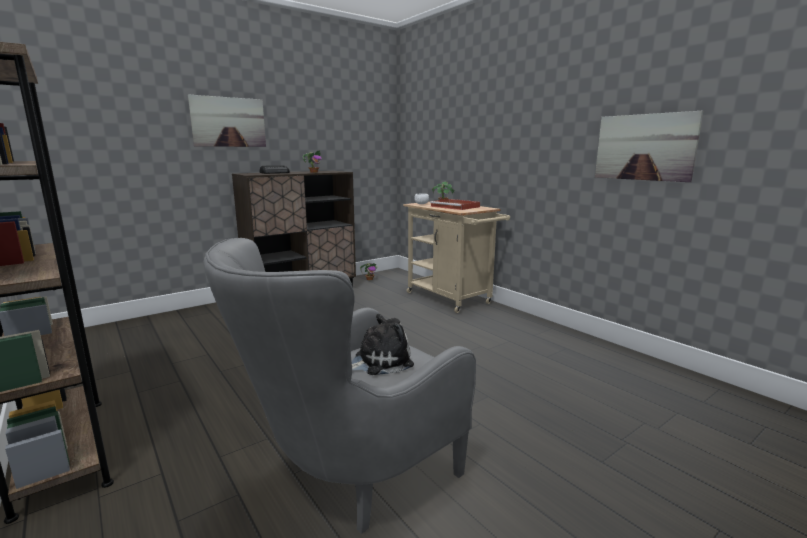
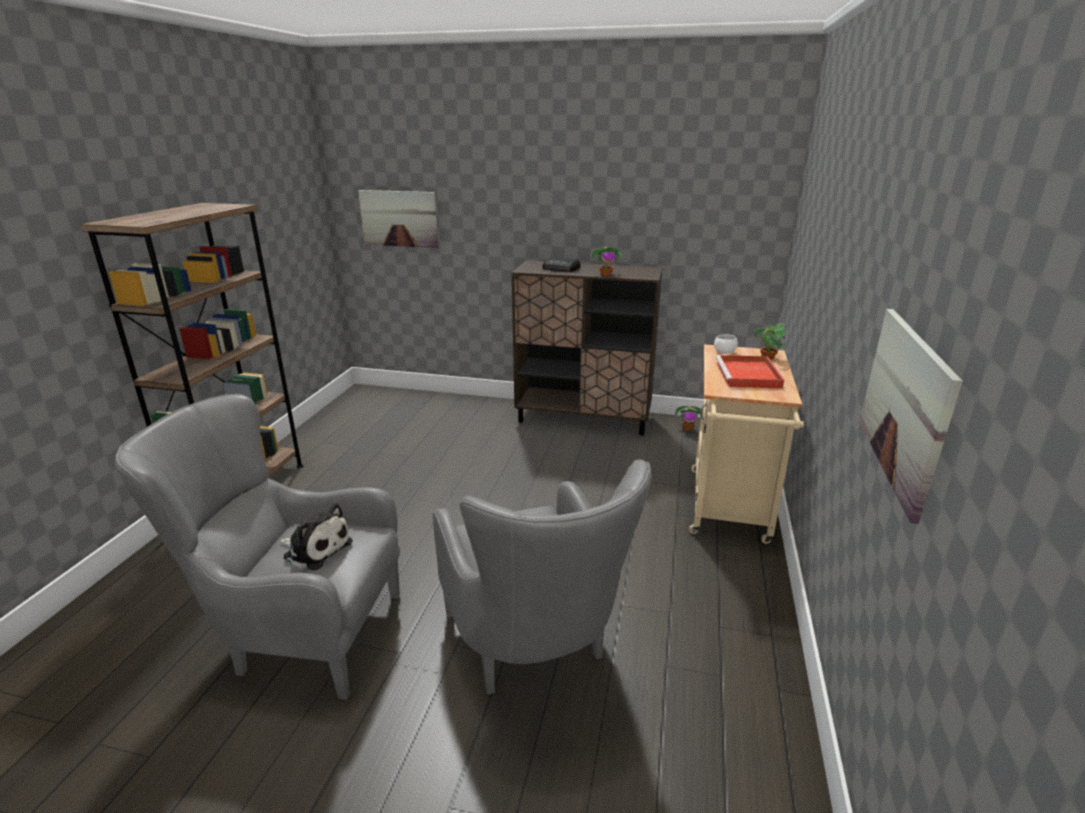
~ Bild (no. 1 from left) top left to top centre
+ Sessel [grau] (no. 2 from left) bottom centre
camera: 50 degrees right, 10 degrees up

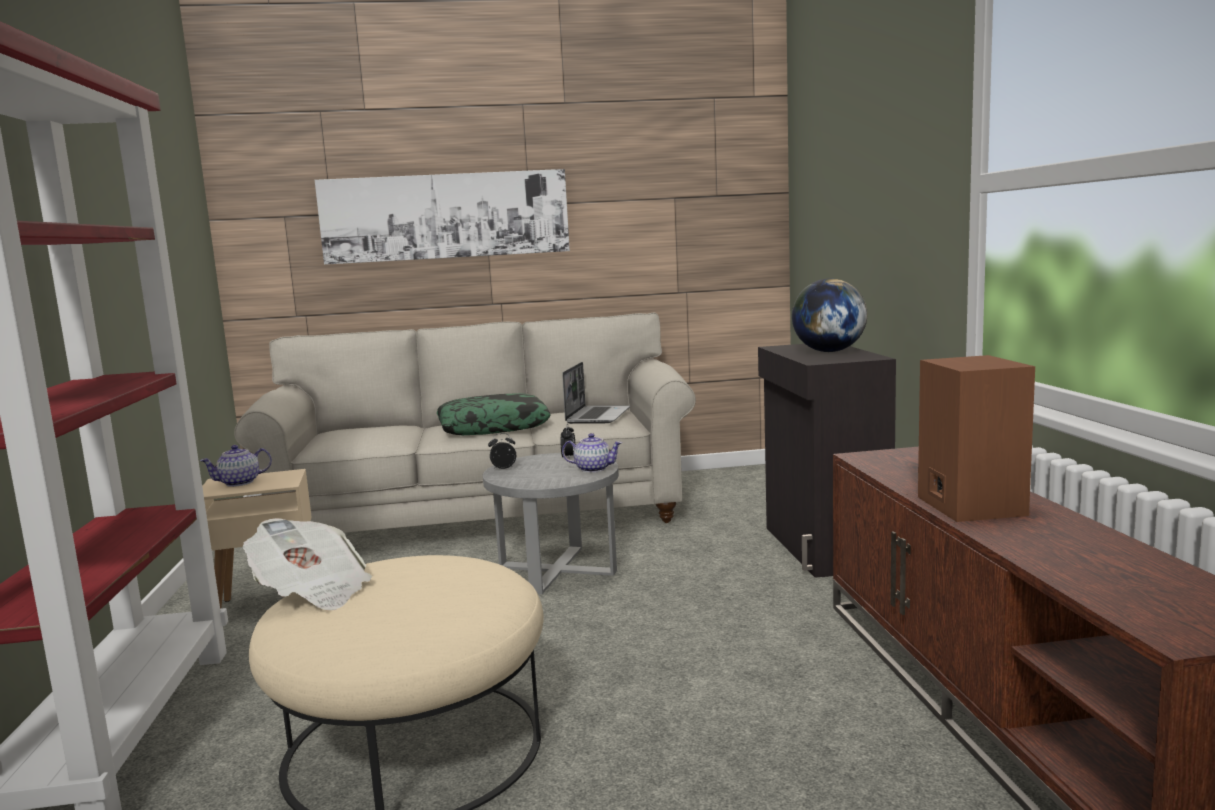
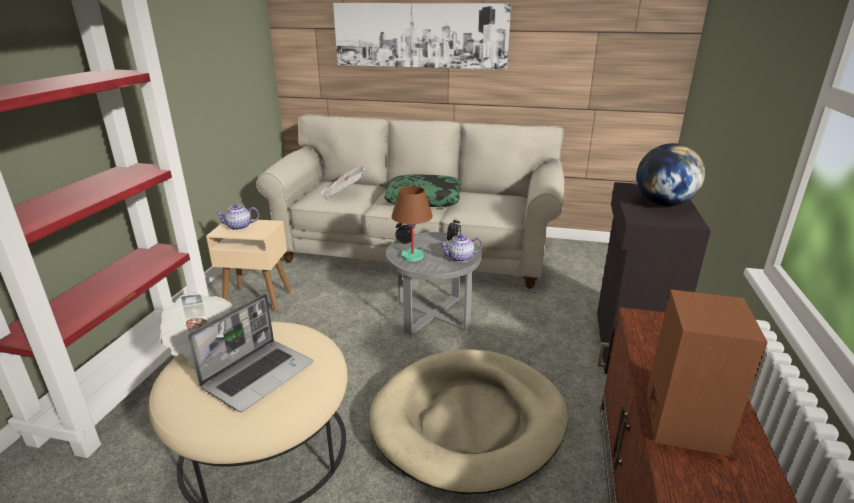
~ Laptop centre to bottom left
+ Zeitung (no. 2 from left) centre
+ Hundebett [beige] bottom centre
+ Tischlampe [braun] centre
~ Teekanne (no. 2 from left) centre = centre 135 degrees clockwise
camera: 20 degrees right, 15 degrees up

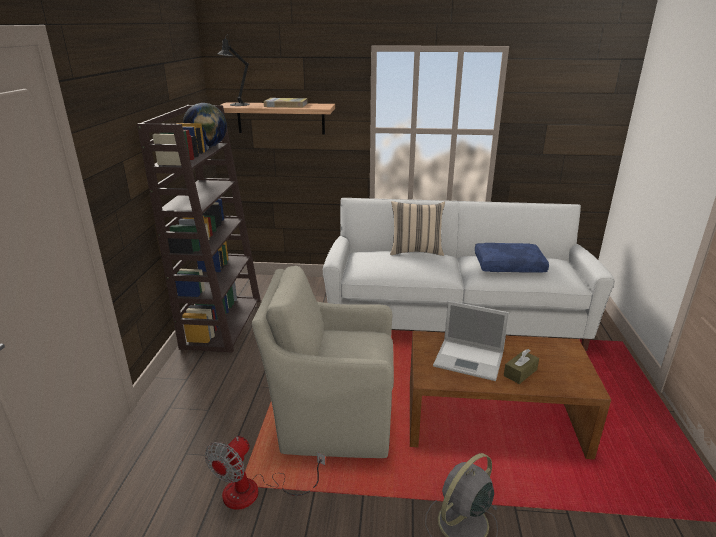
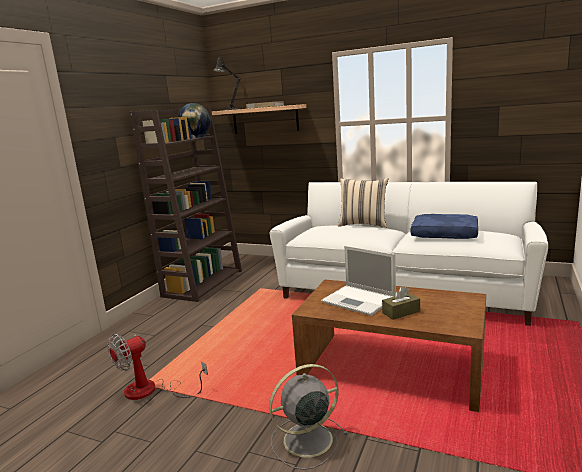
- Sessel [beige] bottom centre
camera: 20 degrees right, 10 degrees down

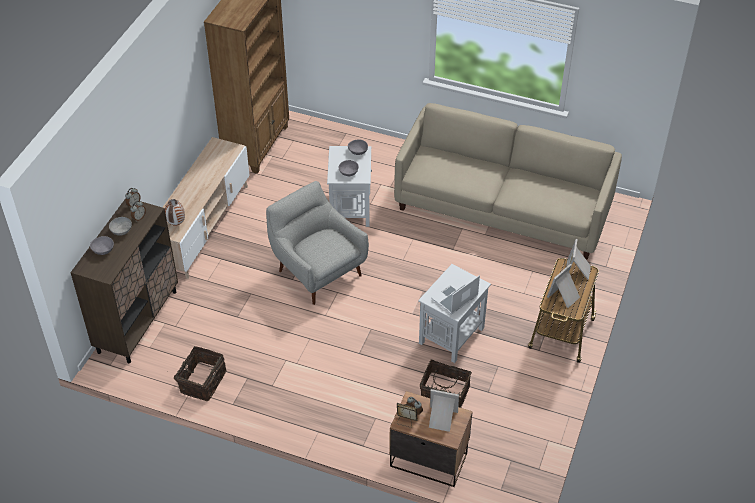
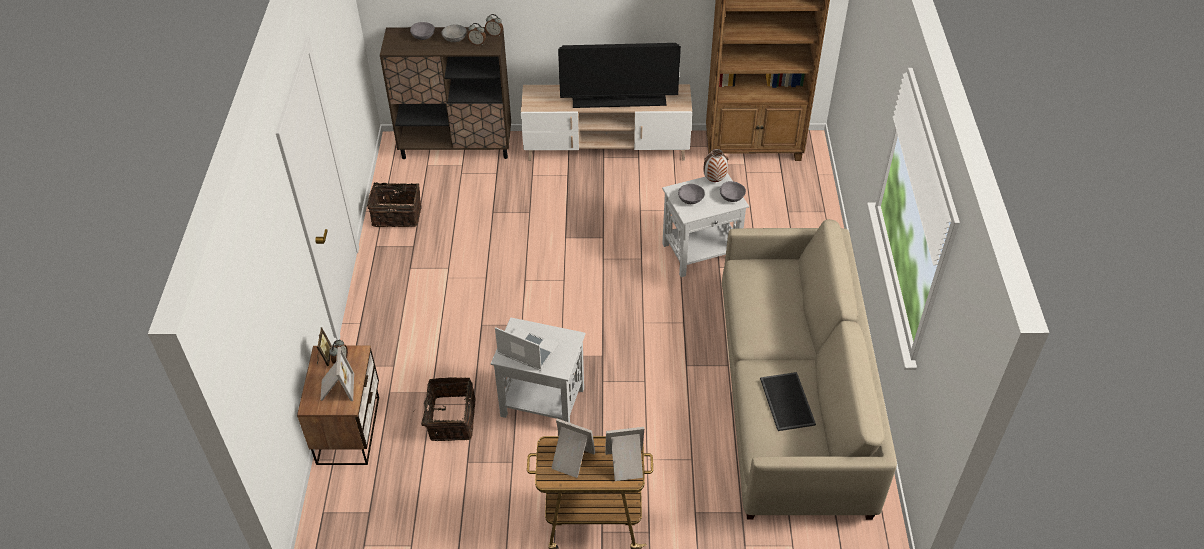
+ Fernseher top centre
~ Vase middle left to top centre
+ Tablett bottom centre
- Sessel [grau] centre
camera: 70 degrees right, 0 degrees up

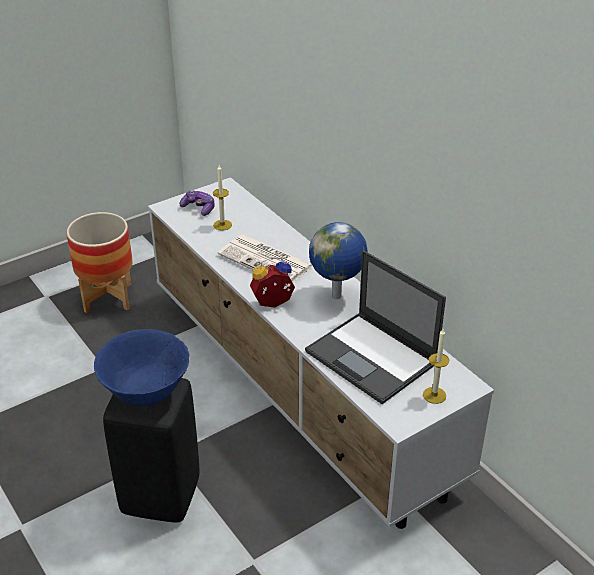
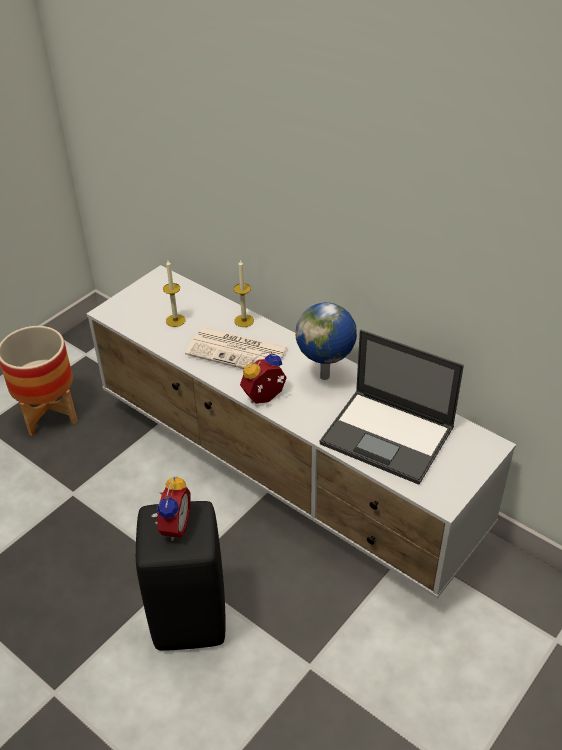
~ Schüssel [blau] middle left to Wecker (no. 1 from left) bottom left
~ Kerze (no. 2 from left) middle right to centre
- Gamepad middle left
camera: 15 degrees left, 5 degrees up

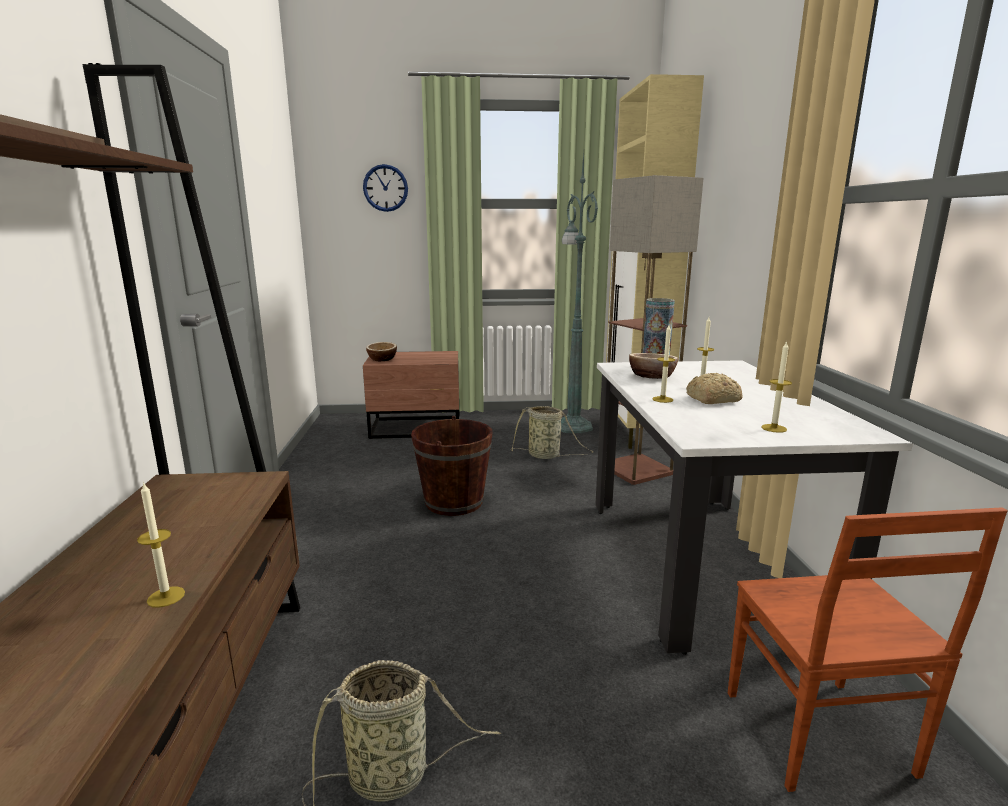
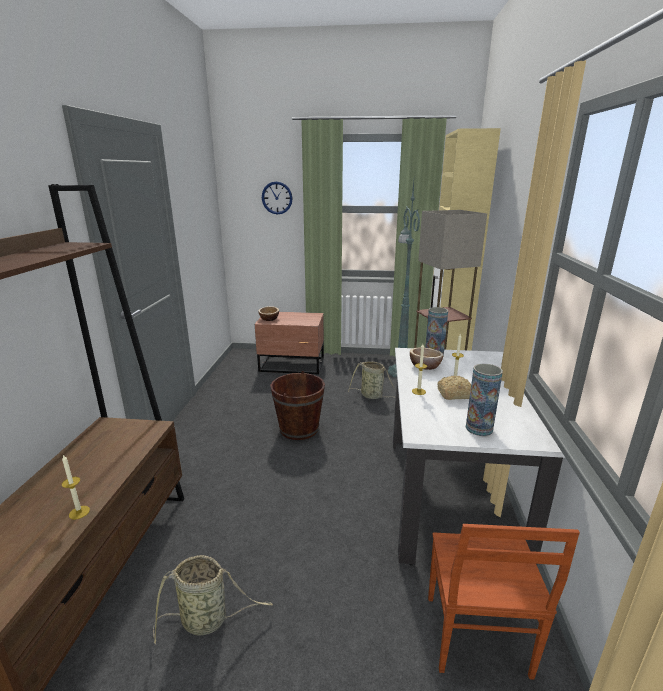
~ Kerze (no. 4 from left) middle right to Vase (no. 2 from left) middle right
camera: 10 degrees right, 5 degrees up

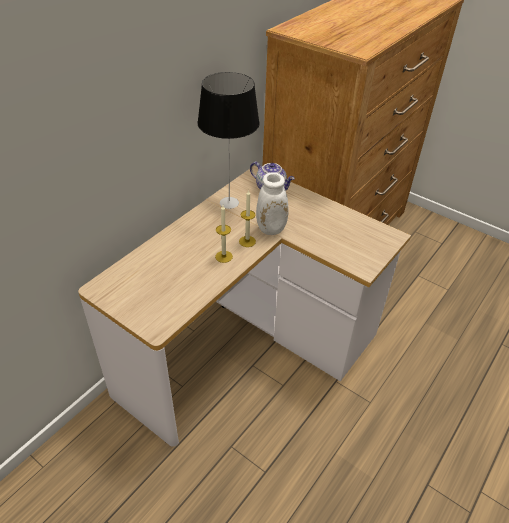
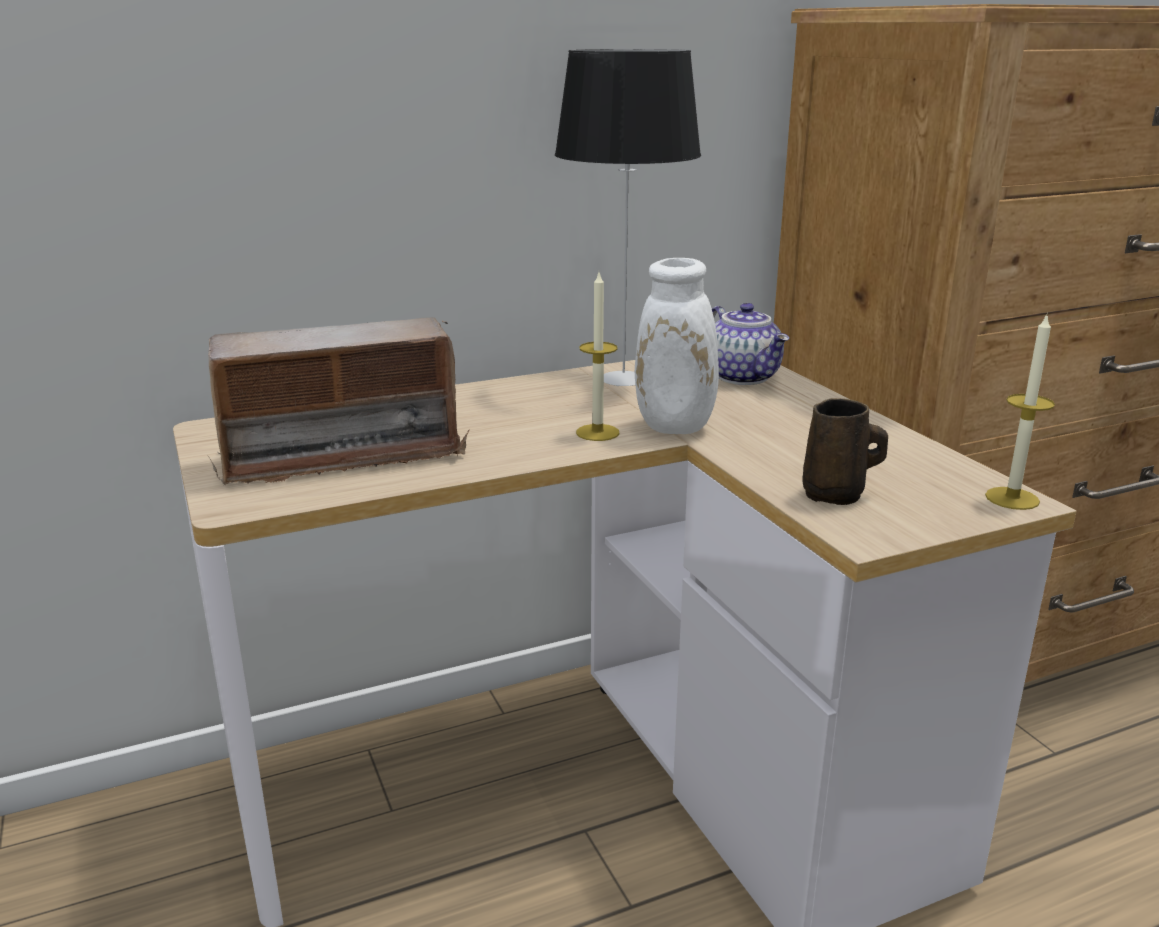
+ Radio middle left
+ Henkelbecher [braun] middle right
~ Kerze (no. 1 from left in the first image) centre to Kerze (no. 2 from left) middle right
camera: 30 degrees right, 20 degrees down

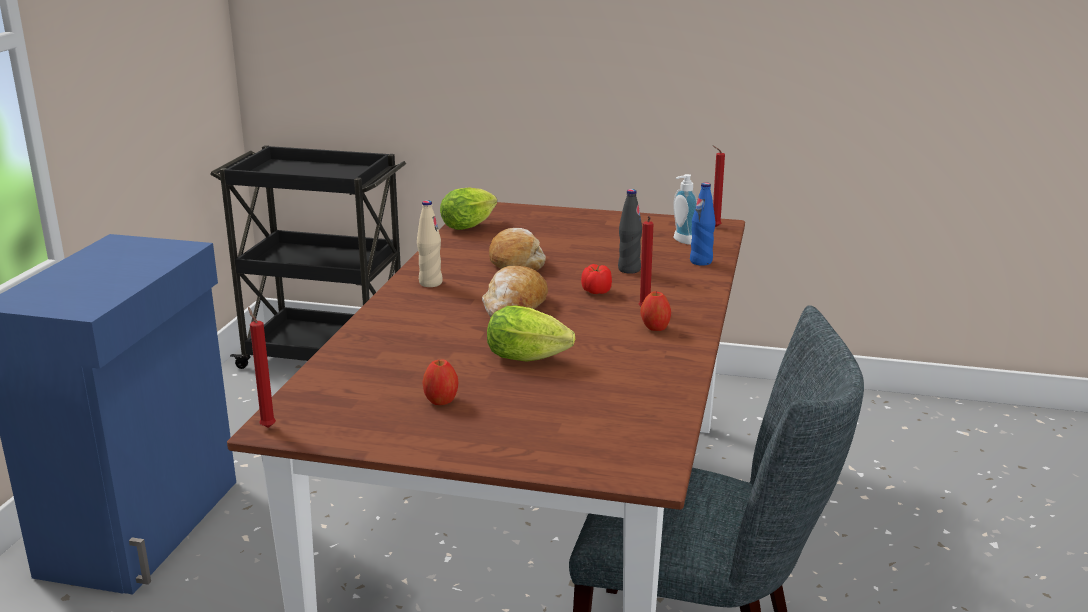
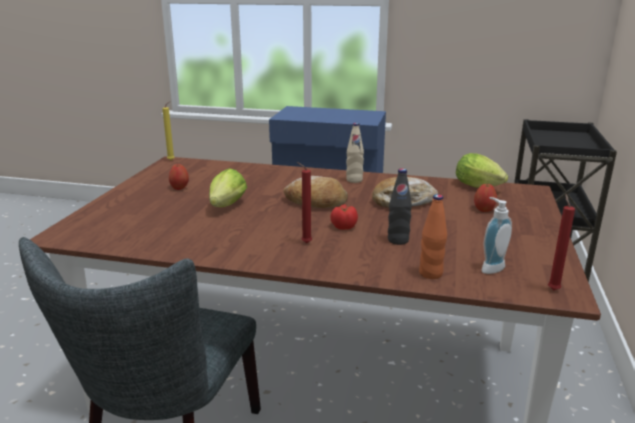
~ Kerze [rot] (no. 1 from left) middle left to Kerze [gelb] top left
~ Flasche [blau] centre to Flasche [orange] middle right
~ Apfel (no. 2 from left) centre to middle right
camera: 90 degrees right, 0 degrees up

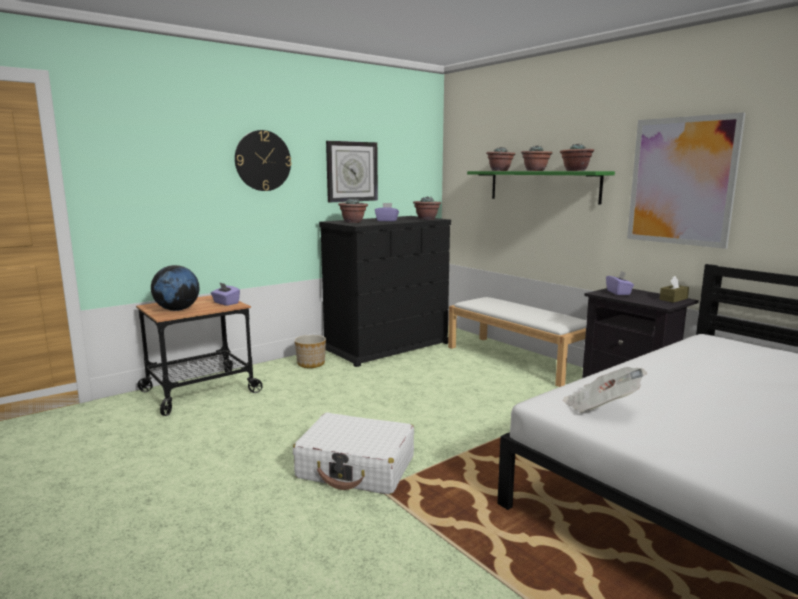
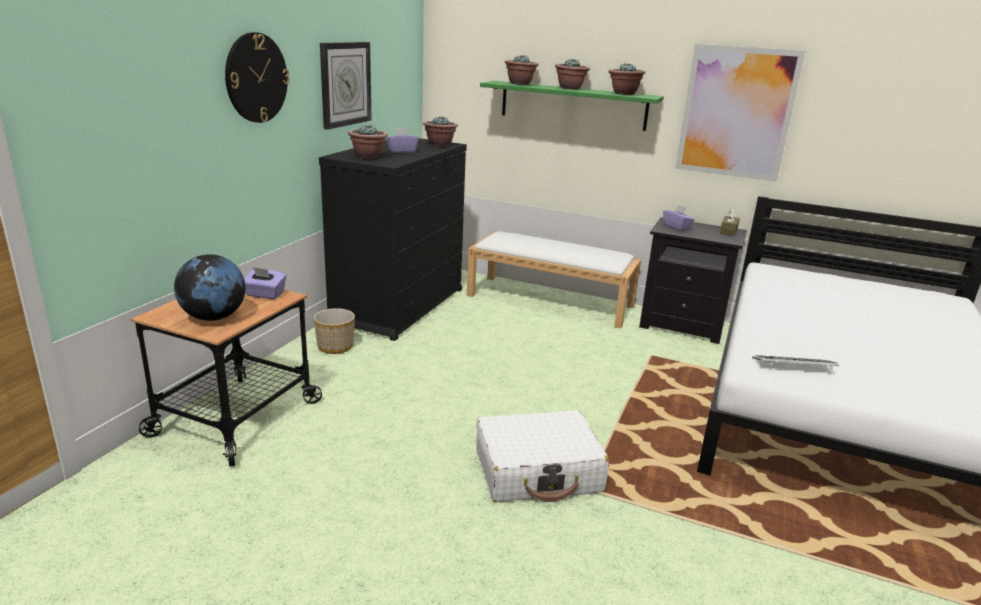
~ Zeitung middle right to Tastatur middle right
camera: 30 degrees left, 10 degrees up

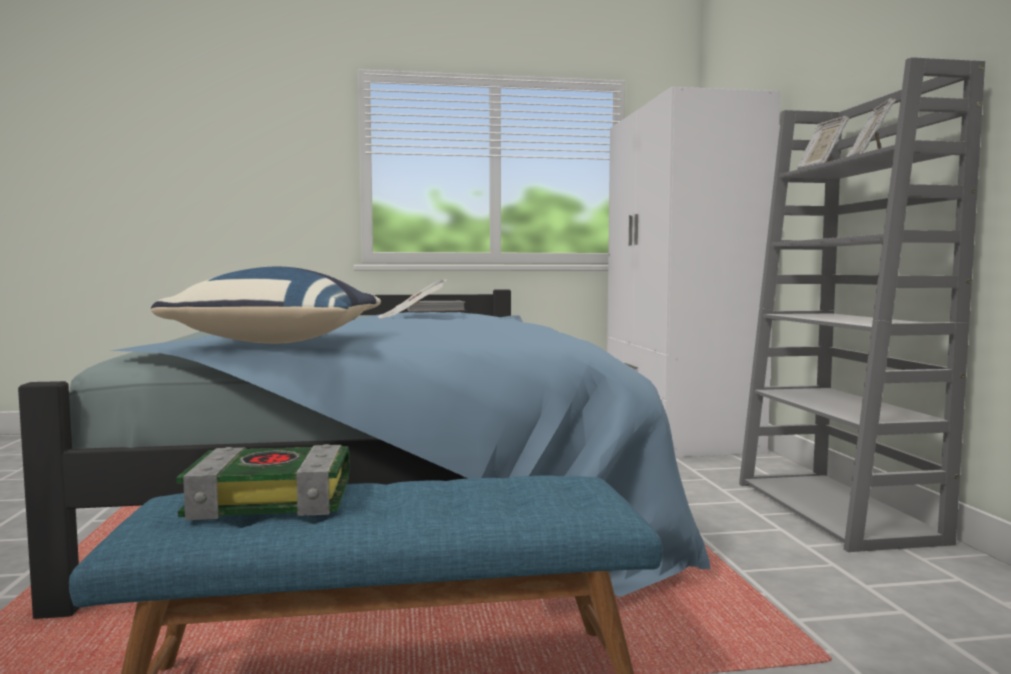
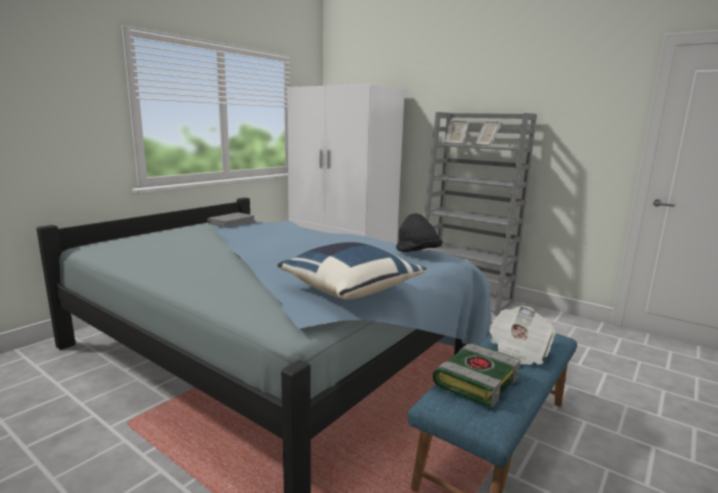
+ Hut [schwarz] centre
~ Zeitung centre to bottom right
camera: 45 degrees left, 10 degrees up

